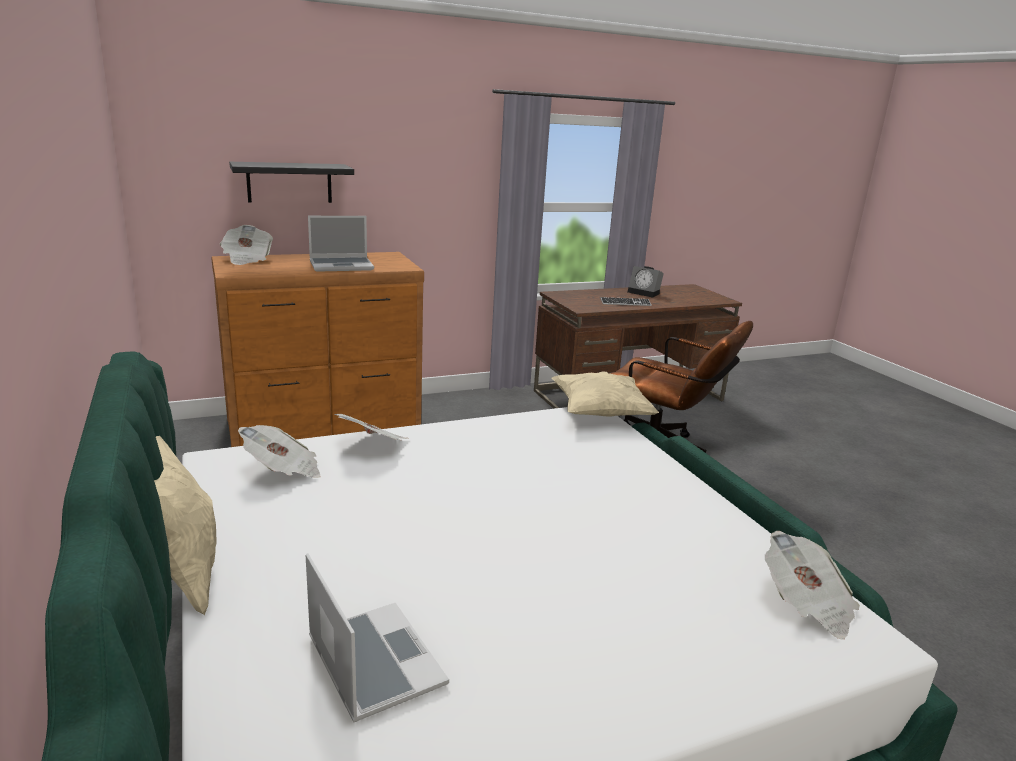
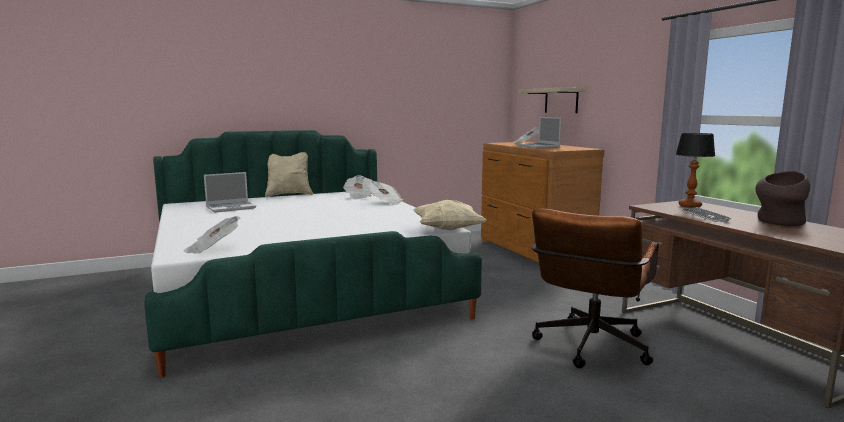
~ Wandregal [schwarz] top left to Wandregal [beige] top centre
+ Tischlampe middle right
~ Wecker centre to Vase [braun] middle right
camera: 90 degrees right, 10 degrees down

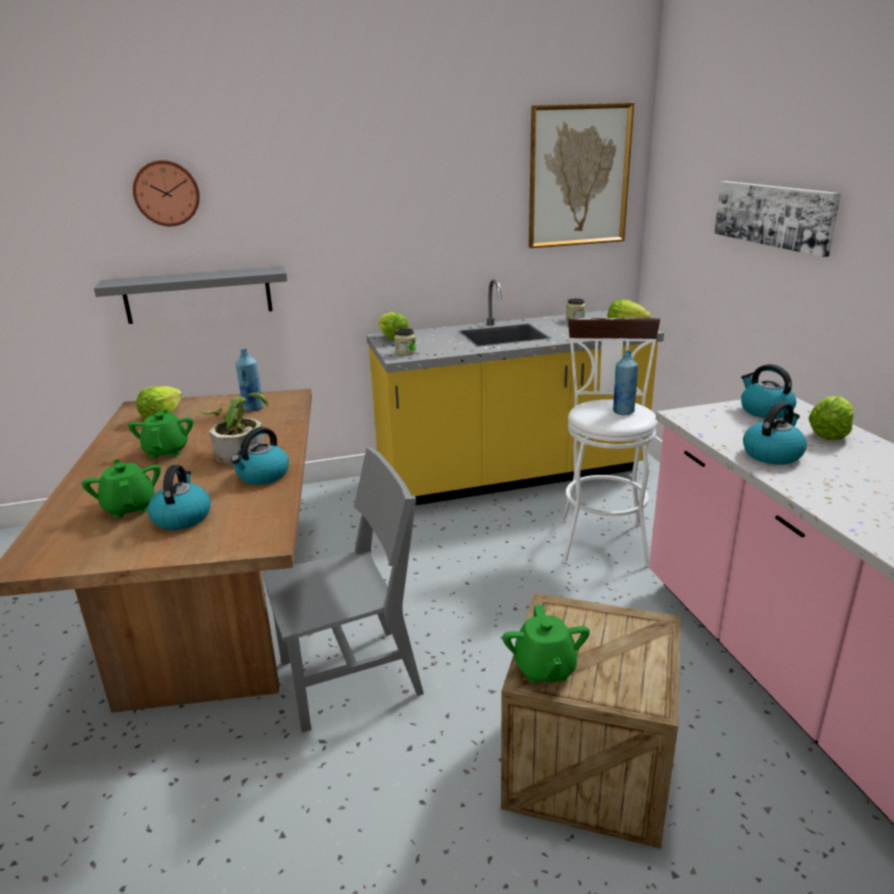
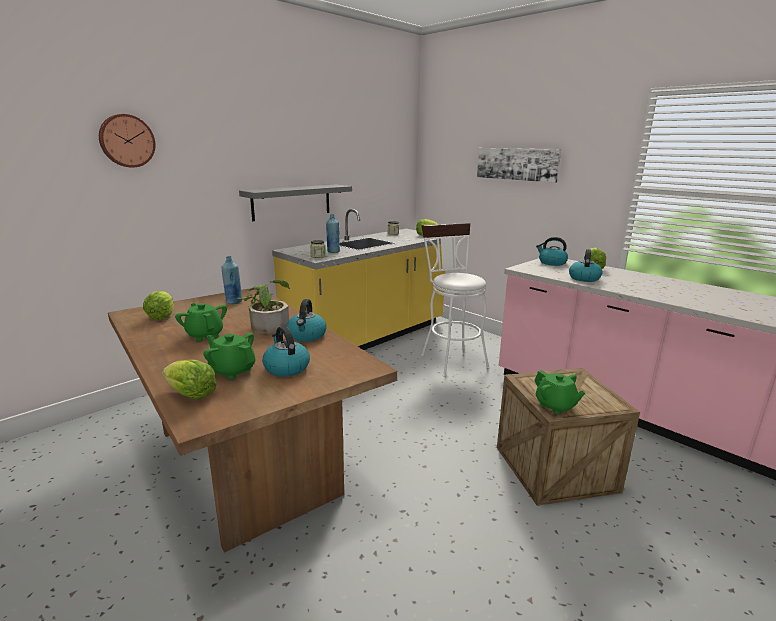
~ Salatkopf (no. 2 from left) centre to middle left
~ Wandregal [grau] top left to top centre
~ Flasche [blau] (no. 2 from left) middle right to centre
- Stuhl [grau] centre
- Bild (no. 1 from left) top centre
camera: 30 degrees left, 5 degrees down

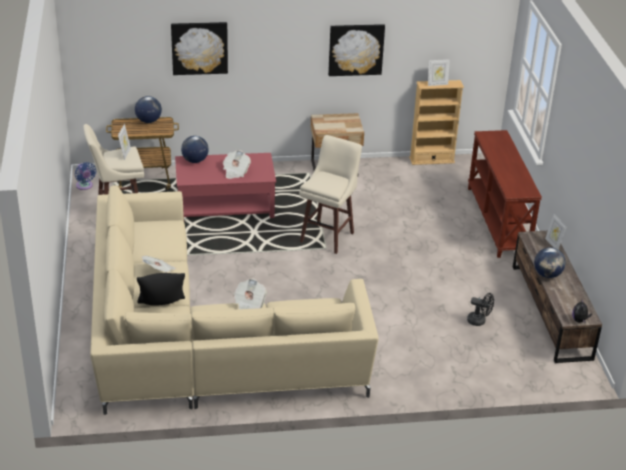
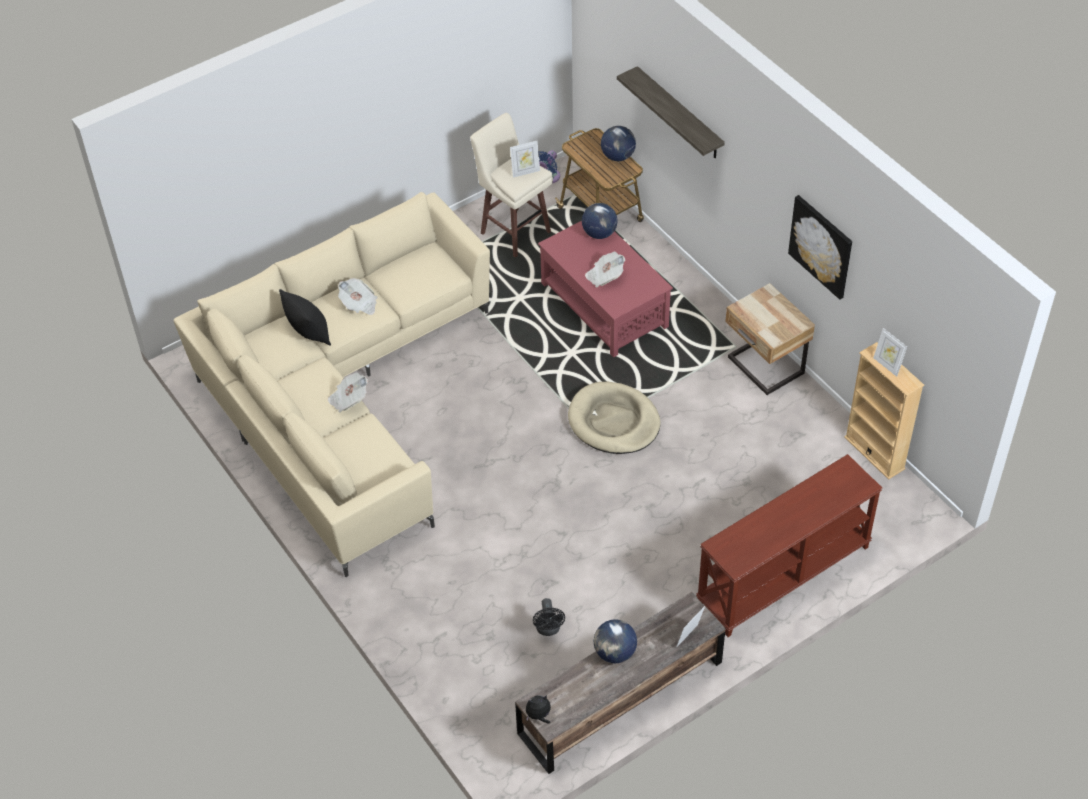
~ Hocker [beige] (no. 2 from left) centre to Hundebett [beige] centre
~ Bild (no. 1 from left) top left to Wandregal top centre
camera: 65 degrees right, 15 degrees up

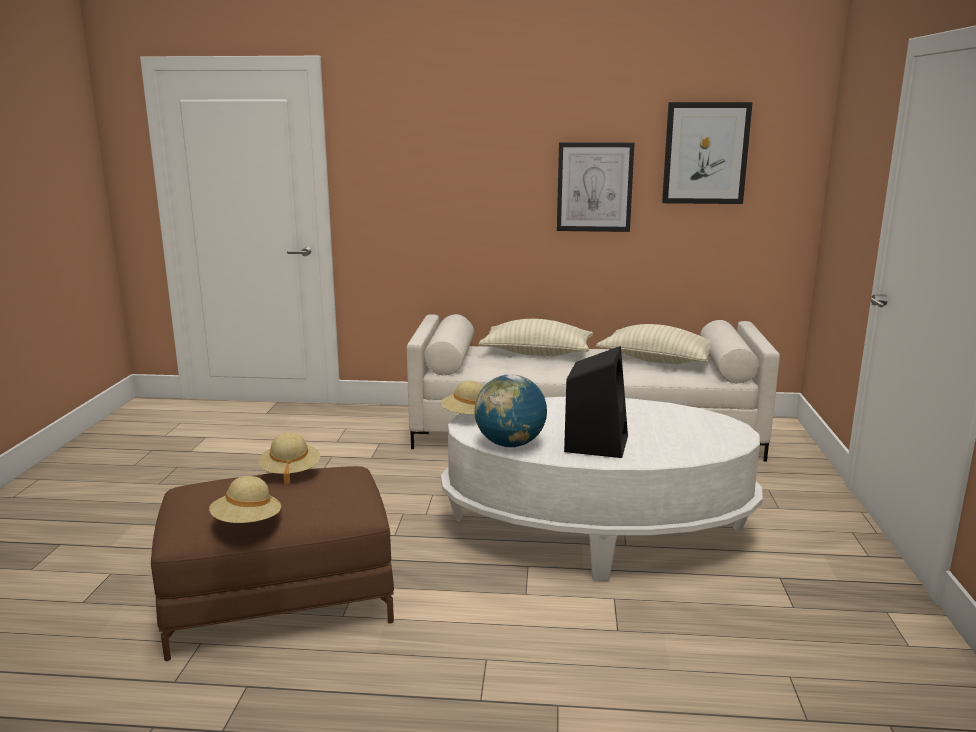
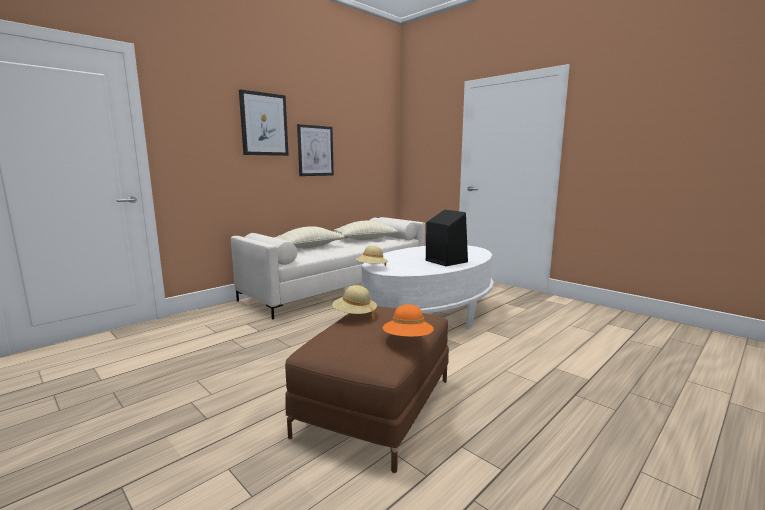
~ Bild (no. 2 from left in the first image) top right to Bild (no. 1 from left) top centre
~ Hut [beige] (no. 1 from left) bottom left to Hut [orange] centre
- Globus centre
camera: 50 degrees left, 5 degrees down

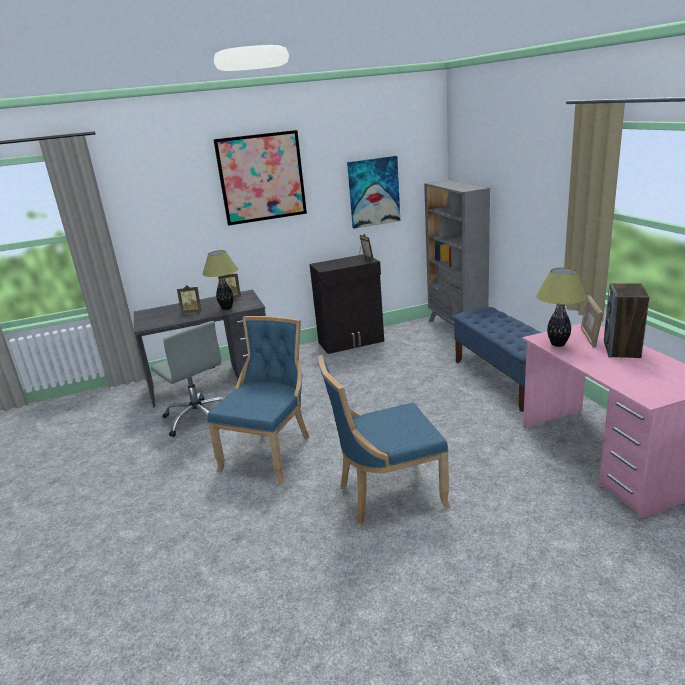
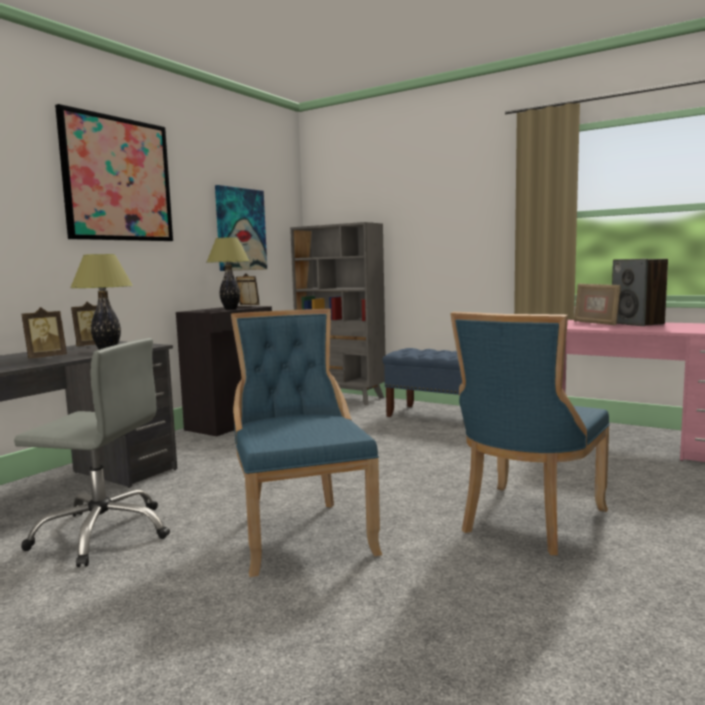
~ Tischlampe (no. 2 from left) middle right to middle left
camera: 40 degrees left, 15 degrees down

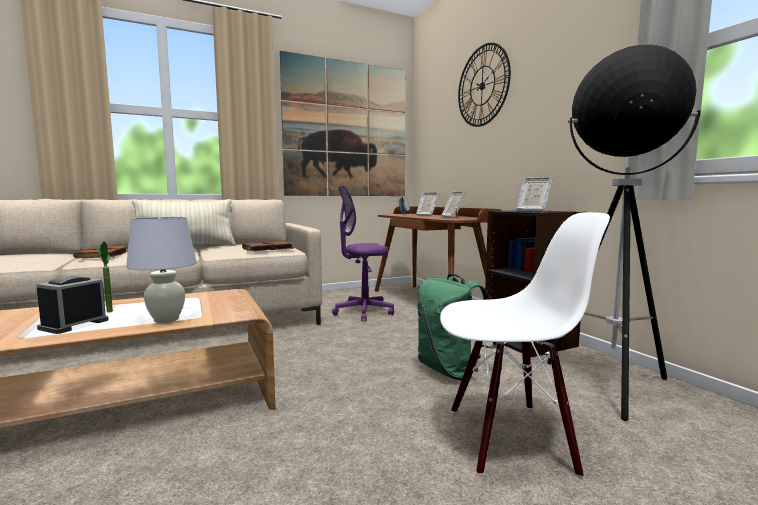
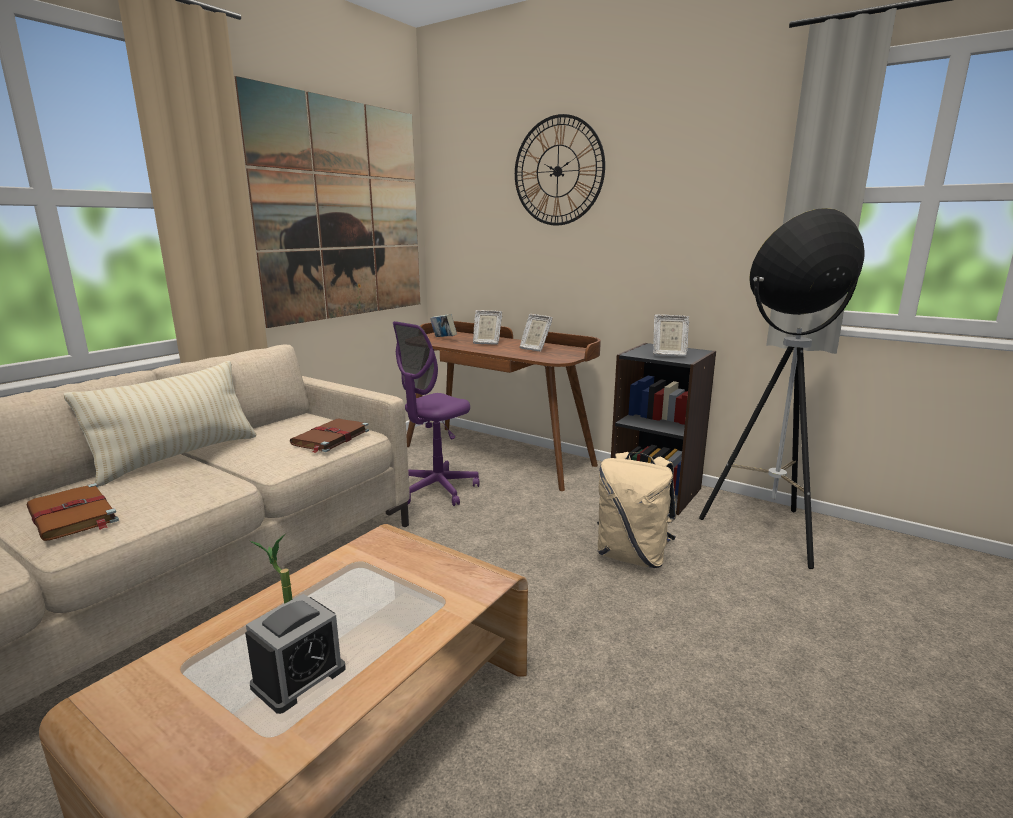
~ Wecker middle left = bottom left 135 degrees counterclockwise
~ Rucksack [grün] centre to Rucksack [beige] centre
- Tischlampe [weiß] middle left
- Stuhl [weiß] bottom right
camera: 30 degrees left, 10 degrees up

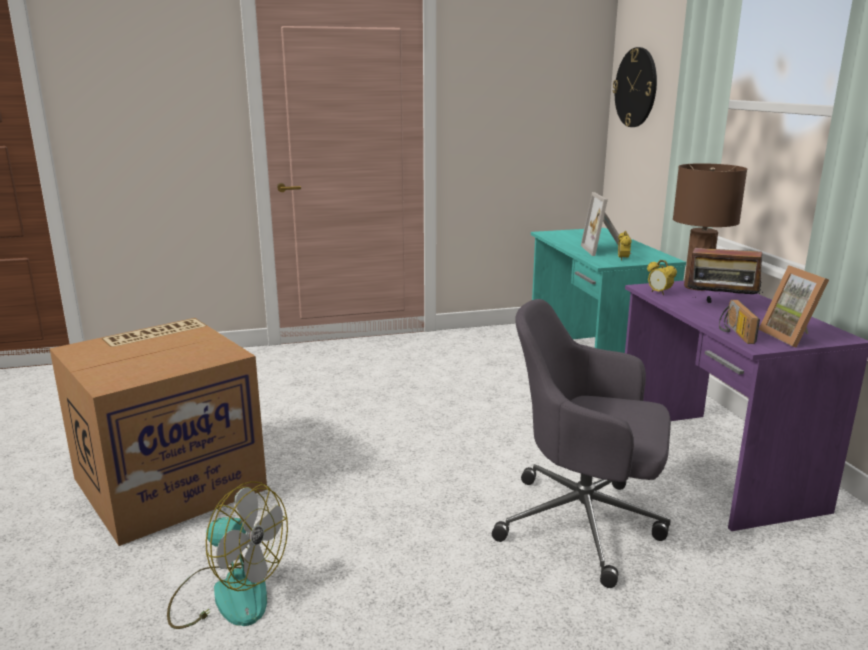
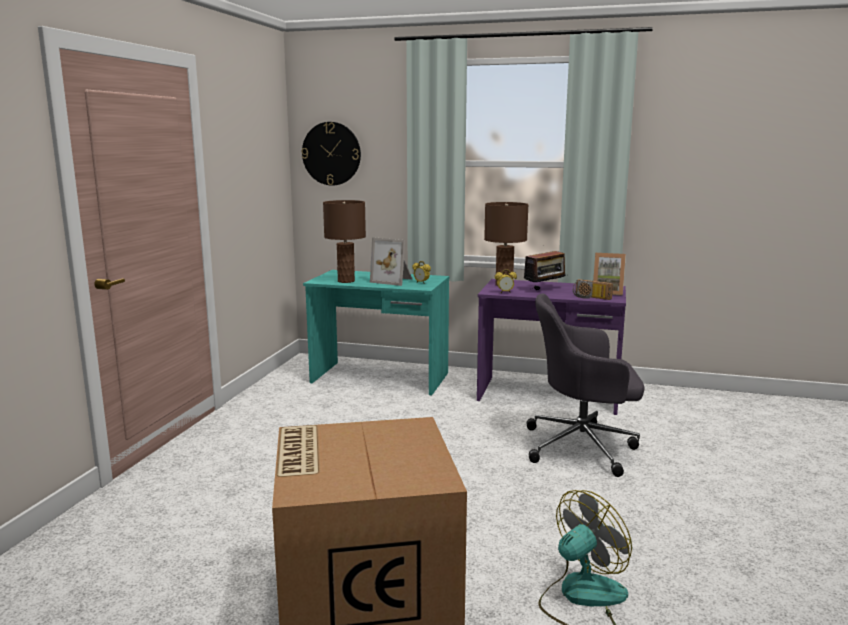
+ Tischlampe [braun] (no. 1 from left) centre
~ Bürostuhl [grau] bottom right = middle right 45 degrees clockwise
camera: 60 degrees left, 5 degrees down

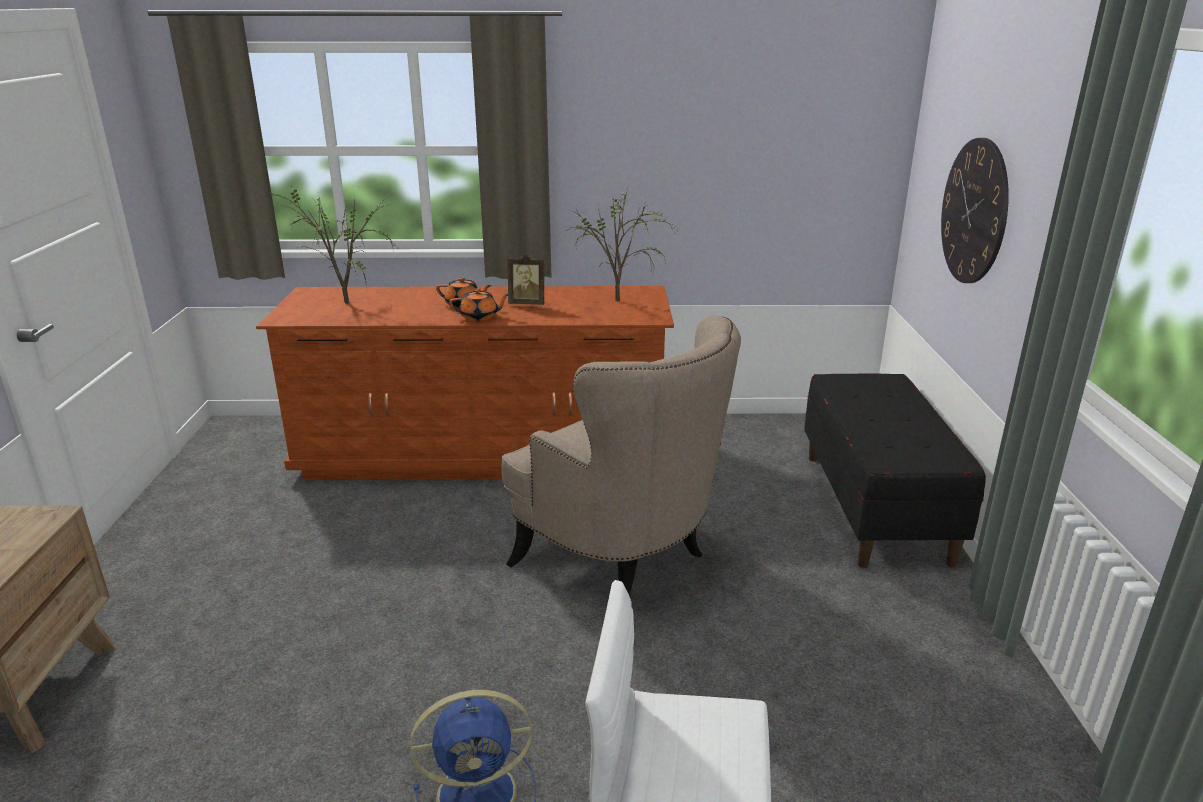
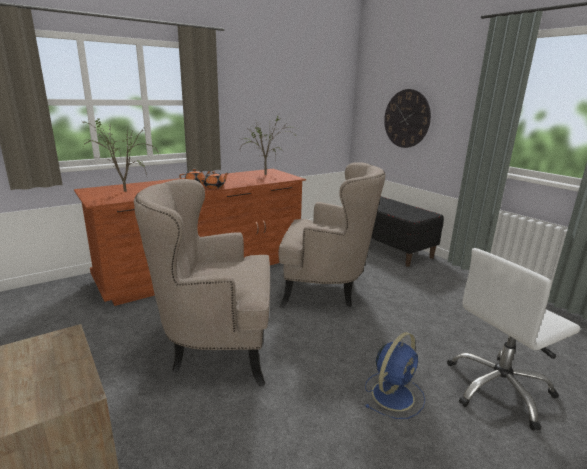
+ Sessel [beige] (no. 1 from left) centre
- Bilderrahmen centre
camera: 35 degrees left, 5 degrees down

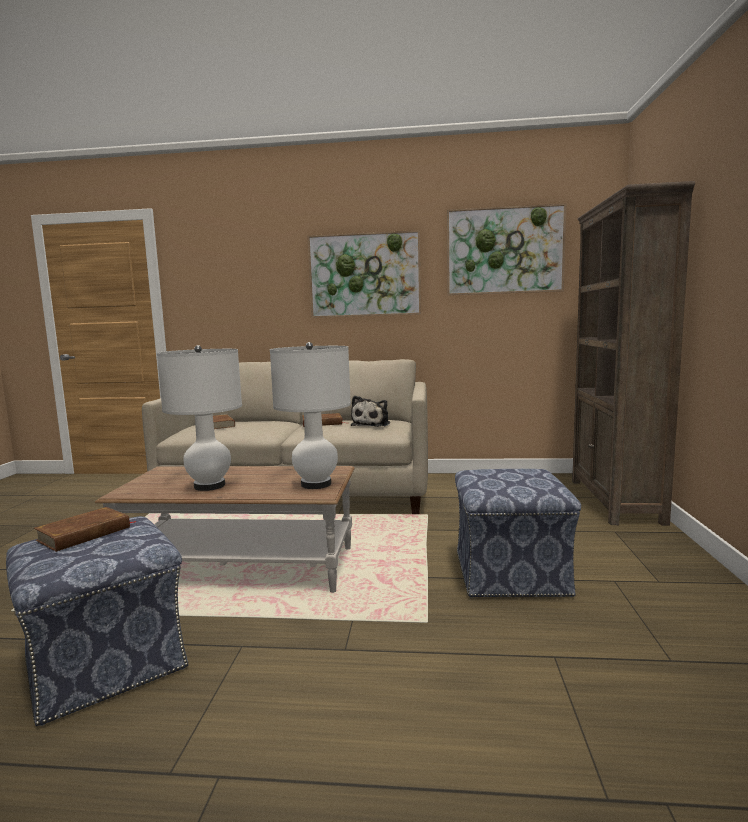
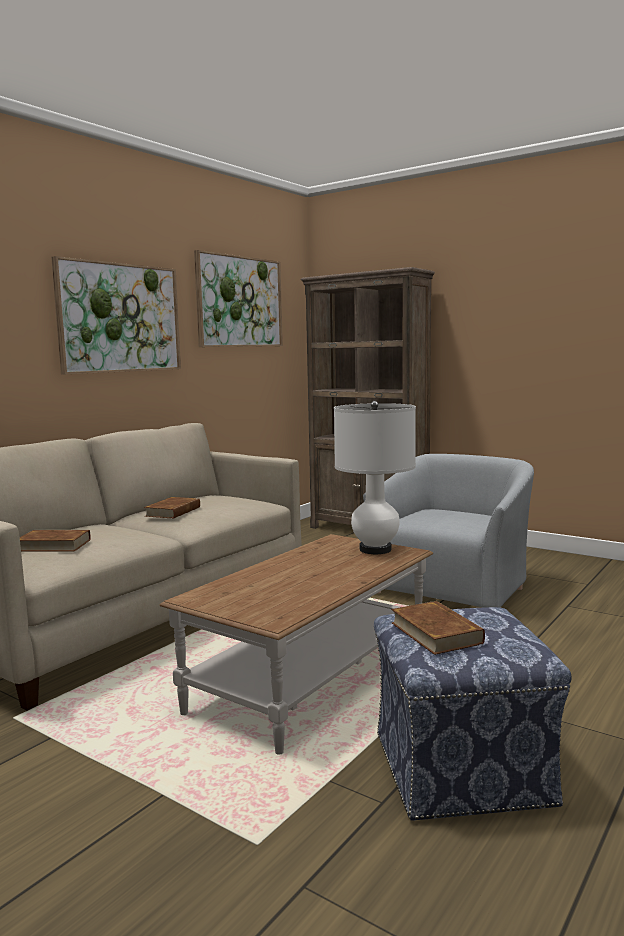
~ Polsterhocker (no. 2 from left) middle right to Sessel [grau] middle right
- Tischlampe [weiß] (no. 1 from left) middle left
- Plüschtier centre
camera: 60 degrees left, 0 degrees up

